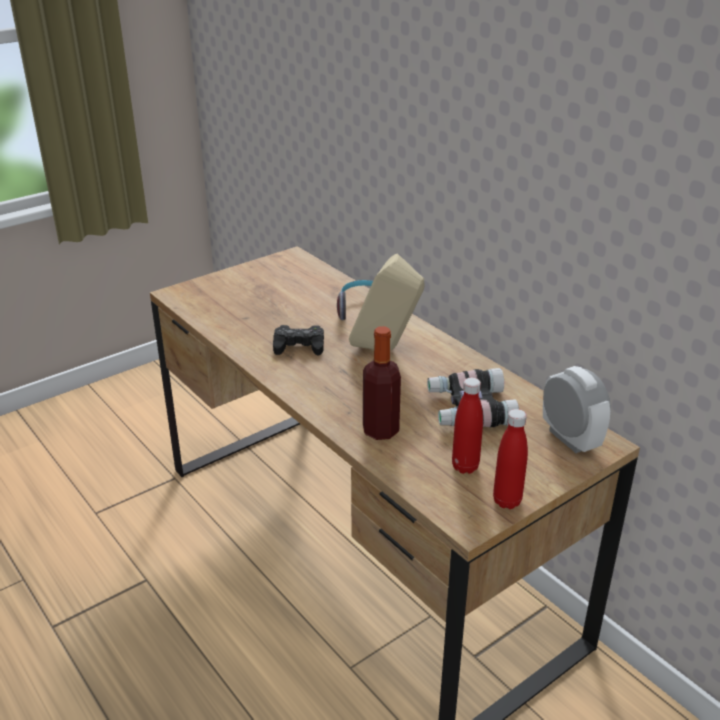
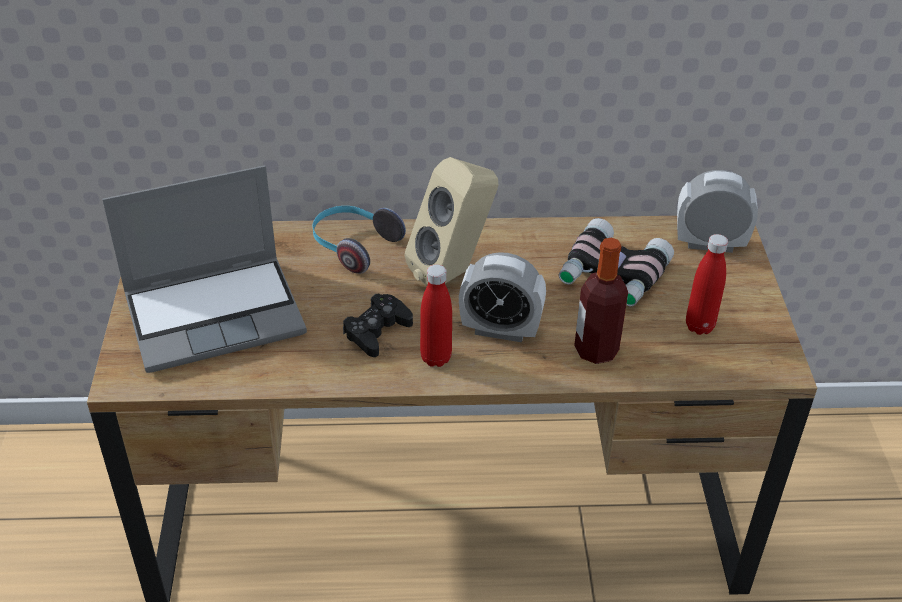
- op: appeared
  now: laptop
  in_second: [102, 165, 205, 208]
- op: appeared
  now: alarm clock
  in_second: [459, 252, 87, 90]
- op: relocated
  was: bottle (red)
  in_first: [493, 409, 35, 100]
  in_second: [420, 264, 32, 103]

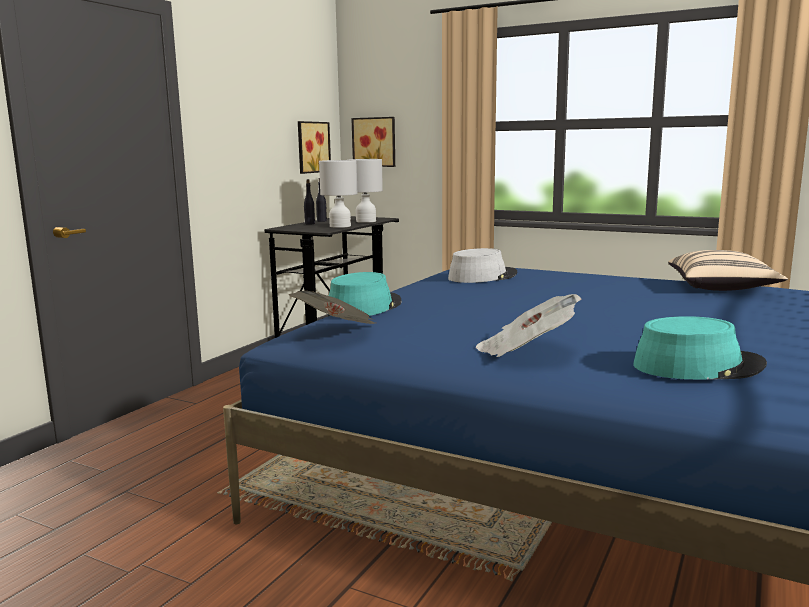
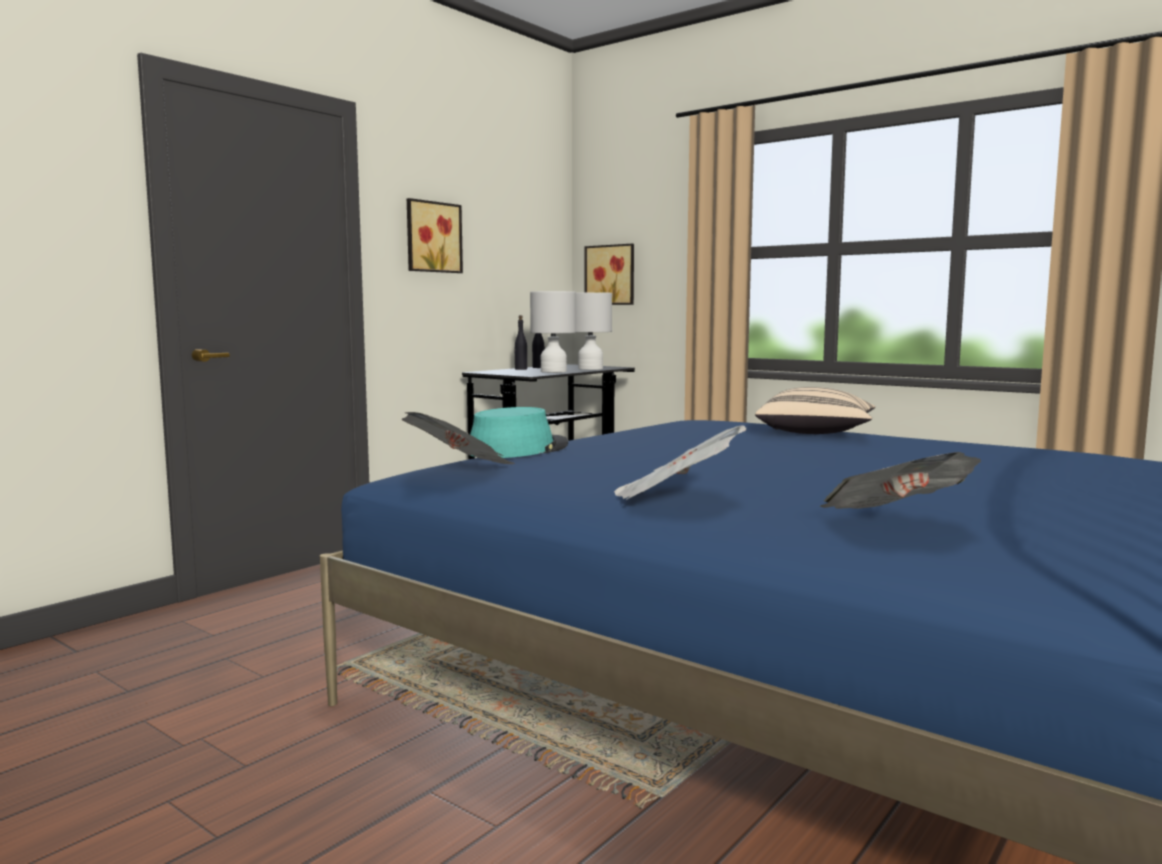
- op: missing
  was: hat (grey)
  in_first: [448, 248, 69, 35]
- op: relocated
  was: picture
  in_first: [298, 121, 33, 53]
  in_second: [407, 198, 56, 75]
- op: relocated
  was: pillow (beige)
  in_first: [669, 250, 119, 41]
  in_second: [755, 387, 120, 47]
- op: exchanged
  was: hat (turquoise)
  now: newspaper
  in_first: [633, 316, 134, 63]
  in_second: [820, 452, 161, 57]

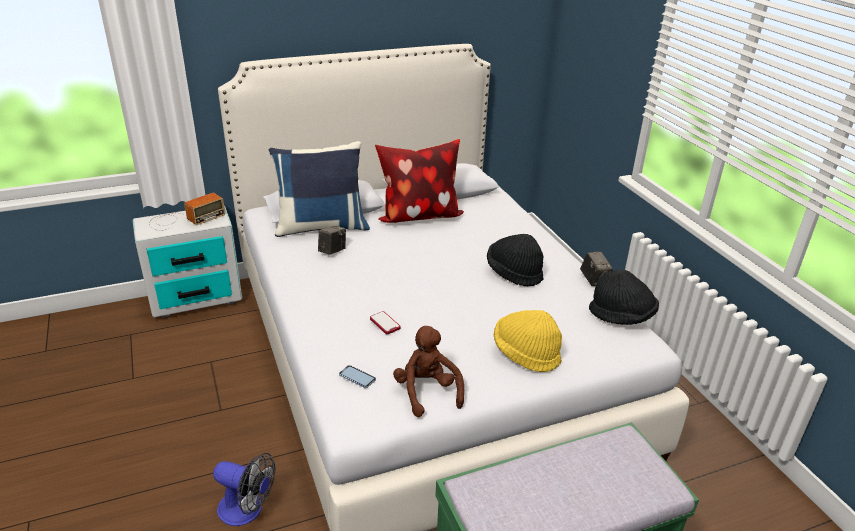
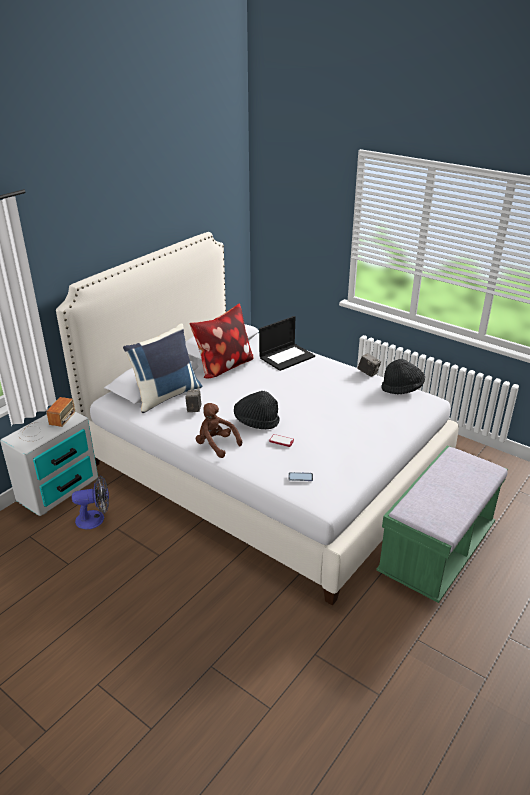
- op: missing
  was: hat (yellow)
  in_first: [494, 310, 68, 62]
- op: appeared
  now: laptop
  in_second: [259, 316, 56, 55]
- op: relocated
  was: fan
  in_first: [213, 453, 62, 73]
  in_second: [72, 476, 37, 53]
- op: relocated
  was: plush toy (brown)
  in_first: [393, 326, 71, 91]
  in_second: [196, 403, 46, 55]
- op: relocated
  was: hat (black)
  in_first: [487, 234, 57, 52]
  in_second: [234, 391, 46, 38]

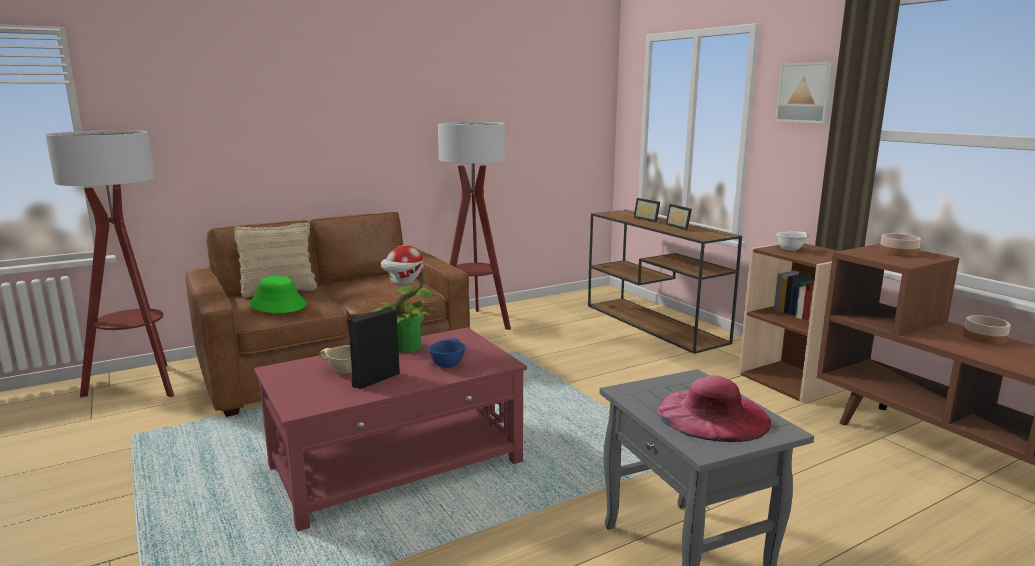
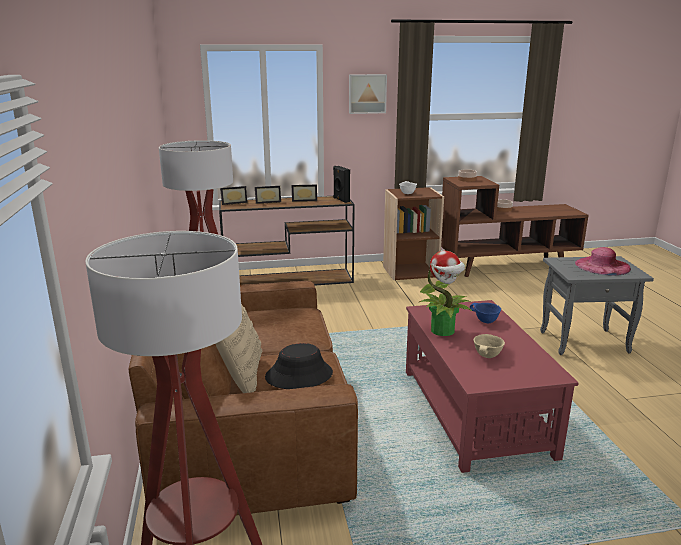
- op: appeared
  now: picture frame
  in_second: [220, 186, 28, 19]
- op: relocated
  was: speaker (black)
  in_first: [347, 307, 53, 82]
  in_second: [333, 166, 17, 37]
- op: colour
  was: hat (green)
  now: hat (black)
  in_first: [249, 276, 58, 37]
  in_second: [265, 343, 68, 46]

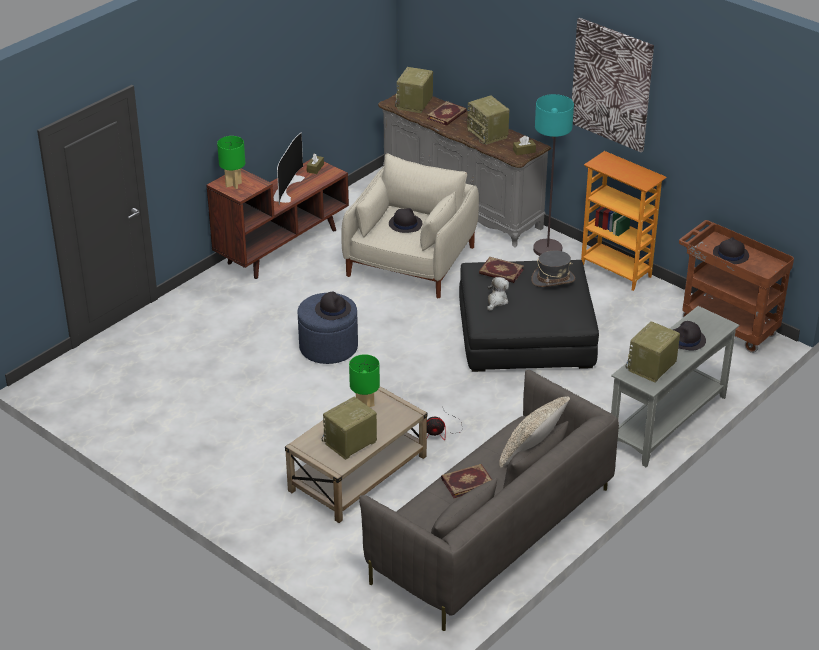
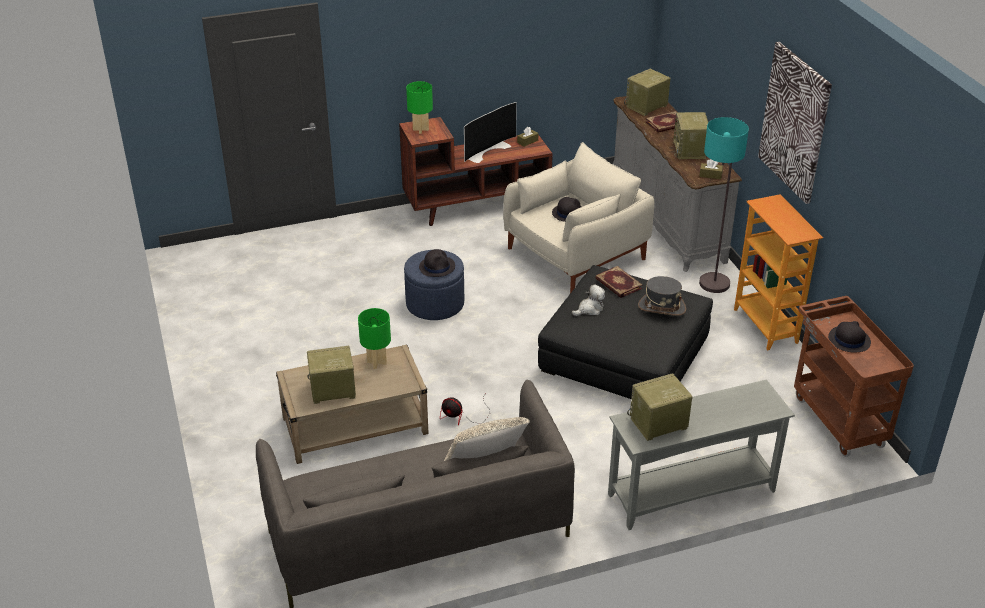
- op: missing
  was: book
  in_first: [441, 464, 51, 34]
- op: missing
  was: hat (black)
  in_first: [673, 321, 33, 30]

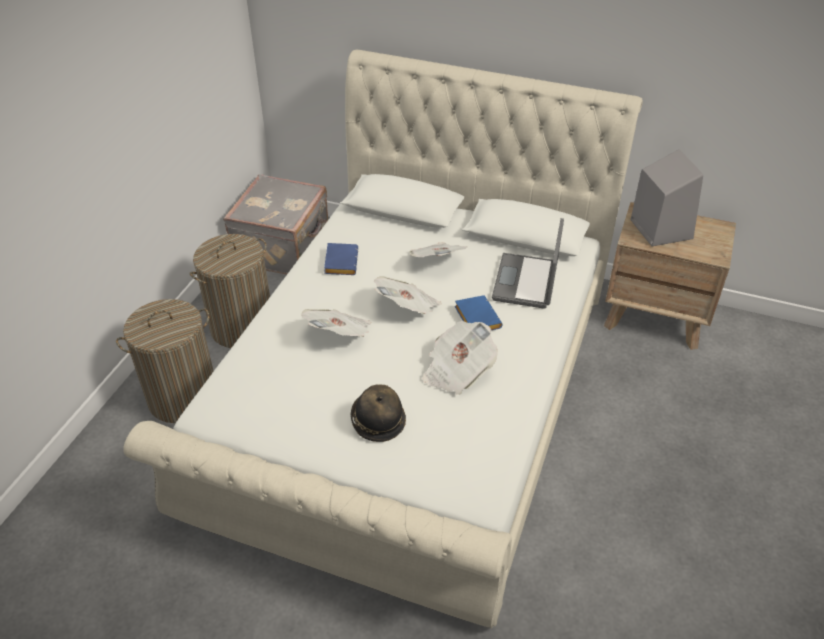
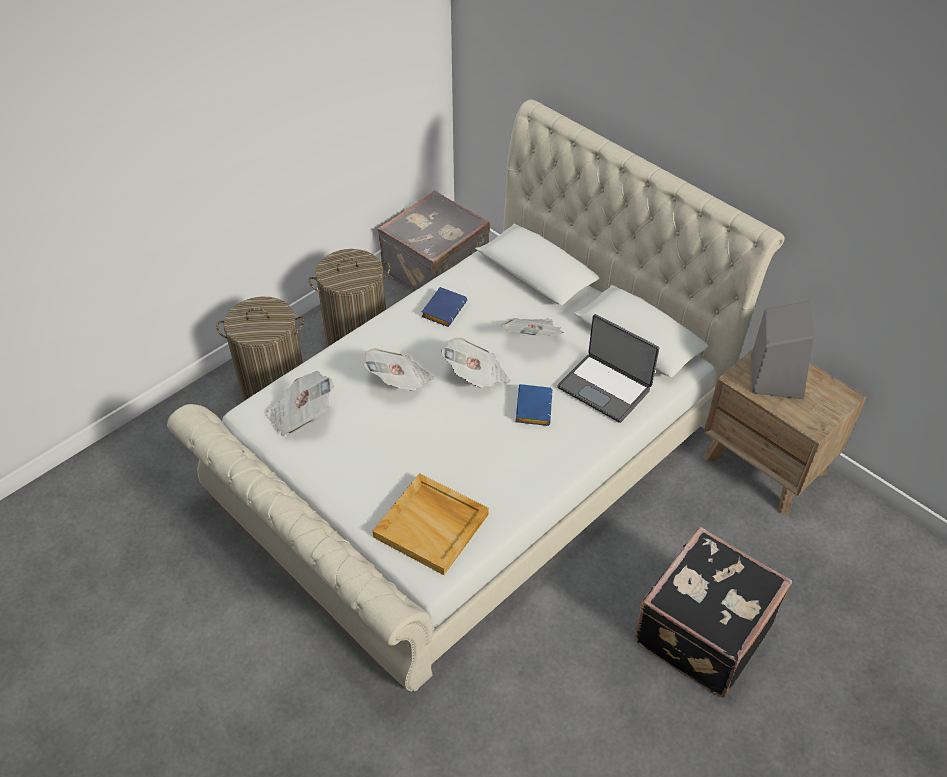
- op: missing
  was: hat
  in_first: [351, 384, 55, 58]
- op: appeared
  now: tray (beige)
  in_second: [373, 473, 116, 102]
- op: appeared
  now: suitcase (black)
  in_second: [634, 527, 158, 171]
- op: relocated
  was: newspaper
  in_first: [423, 321, 75, 74]
  in_second: [266, 371, 68, 65]
- op: spun
  was: laptop
  in_first: [492, 218, 72, 91]
  in_second: [557, 314, 102, 109]
  clockwise: -90

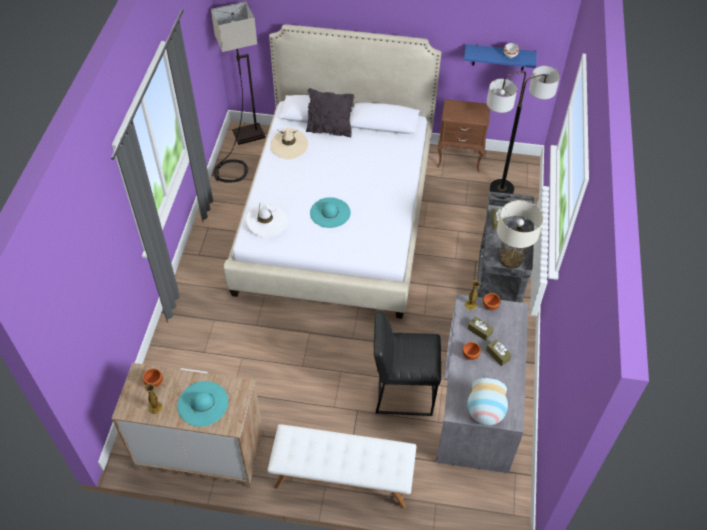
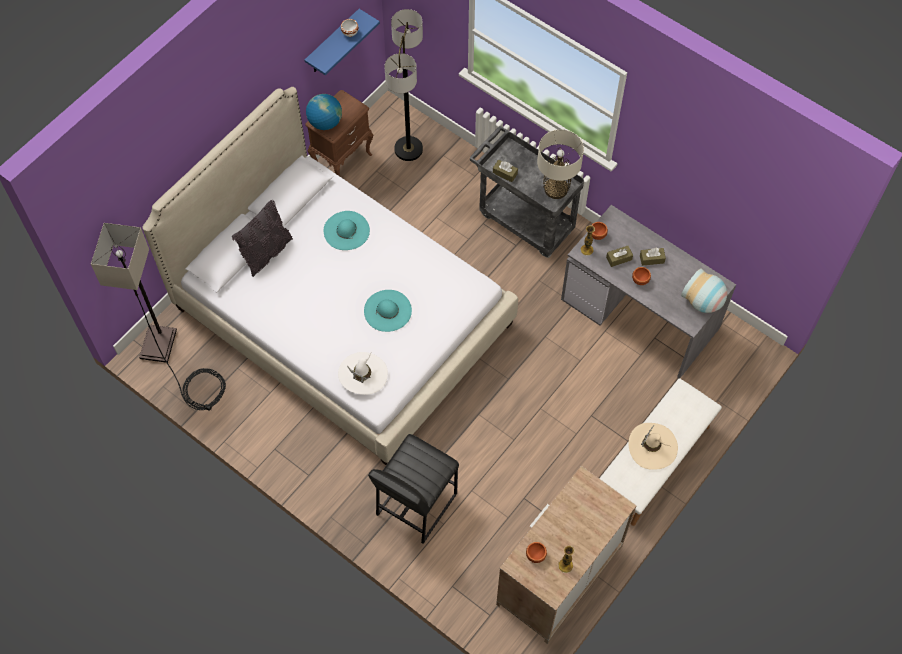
- op: appeared
  now: globe
  in_second: [306, 94, 36, 36]
- op: relocated
  was: hat (turquoise)
  in_first: [177, 381, 52, 46]
  in_second: [324, 211, 46, 39]
- op: relocated
  was: hat (beige)
  in_first: [270, 128, 38, 31]
  in_second: [628, 423, 50, 47]
- op: relocated
  was: chair (black)
  in_first: [374, 311, 67, 105]
  in_second: [368, 434, 91, 110]

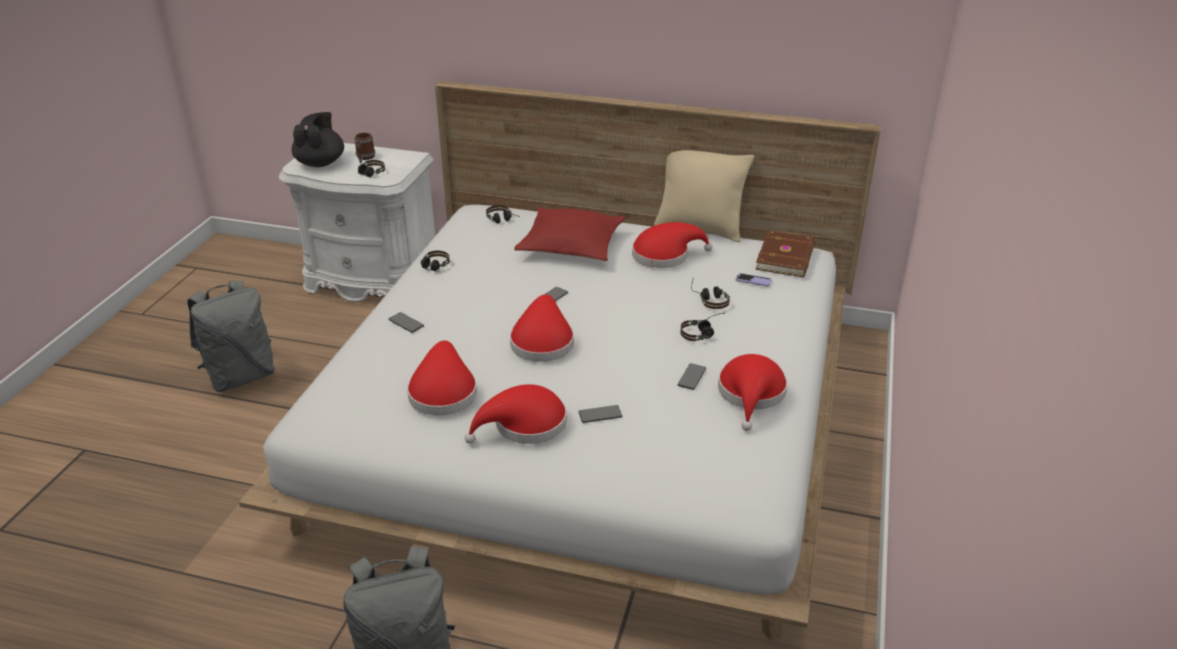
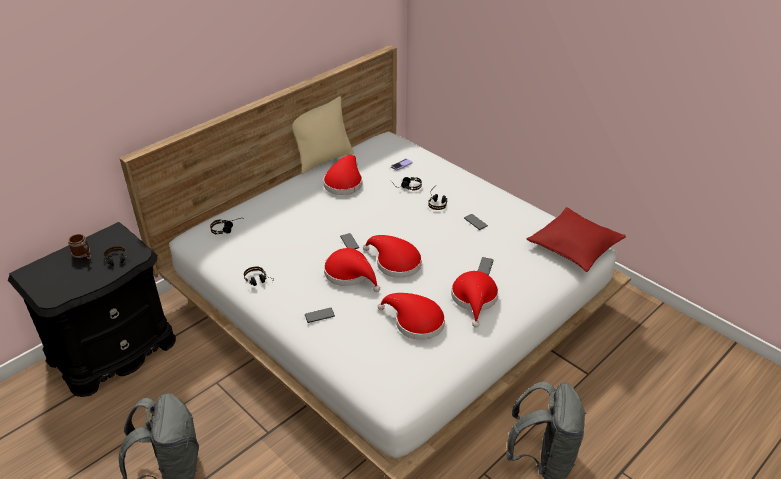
- op: missing
  was: teapot (black)
  in_first: [292, 112, 52, 55]
- op: missing
  was: book (brown)
  in_first: [755, 230, 60, 47]
- op: relocated
  was: pillow (red)
  in_first: [514, 207, 111, 54]
  in_second: [527, 207, 99, 65]
- op: relocated
  was: hat (red)
  in_first: [718, 354, 70, 77]
  in_second: [324, 248, 56, 44]
- op: colour
  was: nightstand (white)
  now: nightstand (black)
  in_first: [279, 143, 156, 159]
  in_second: [8, 222, 168, 175]

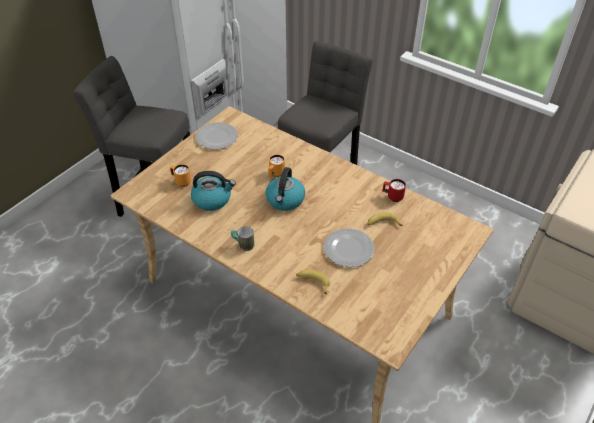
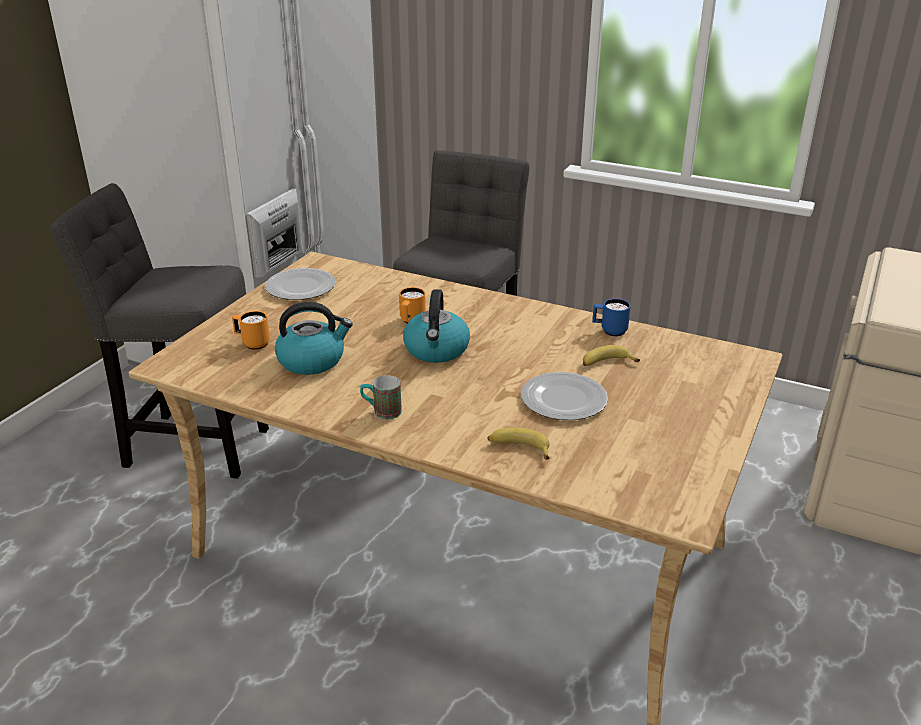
- op: colour
  was: mug (red)
  now: mug (blue)
  in_first: [383, 179, 23, 23]
  in_second: [592, 299, 39, 37]

